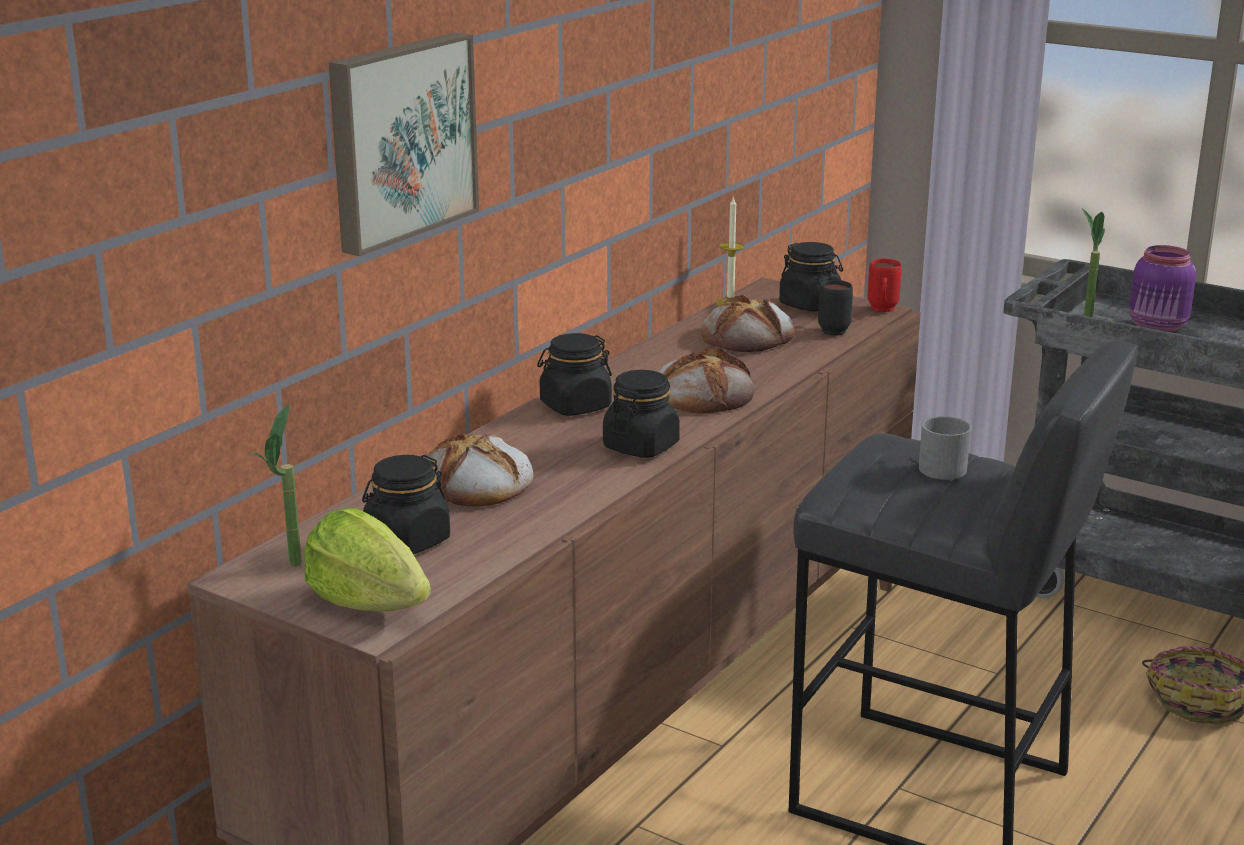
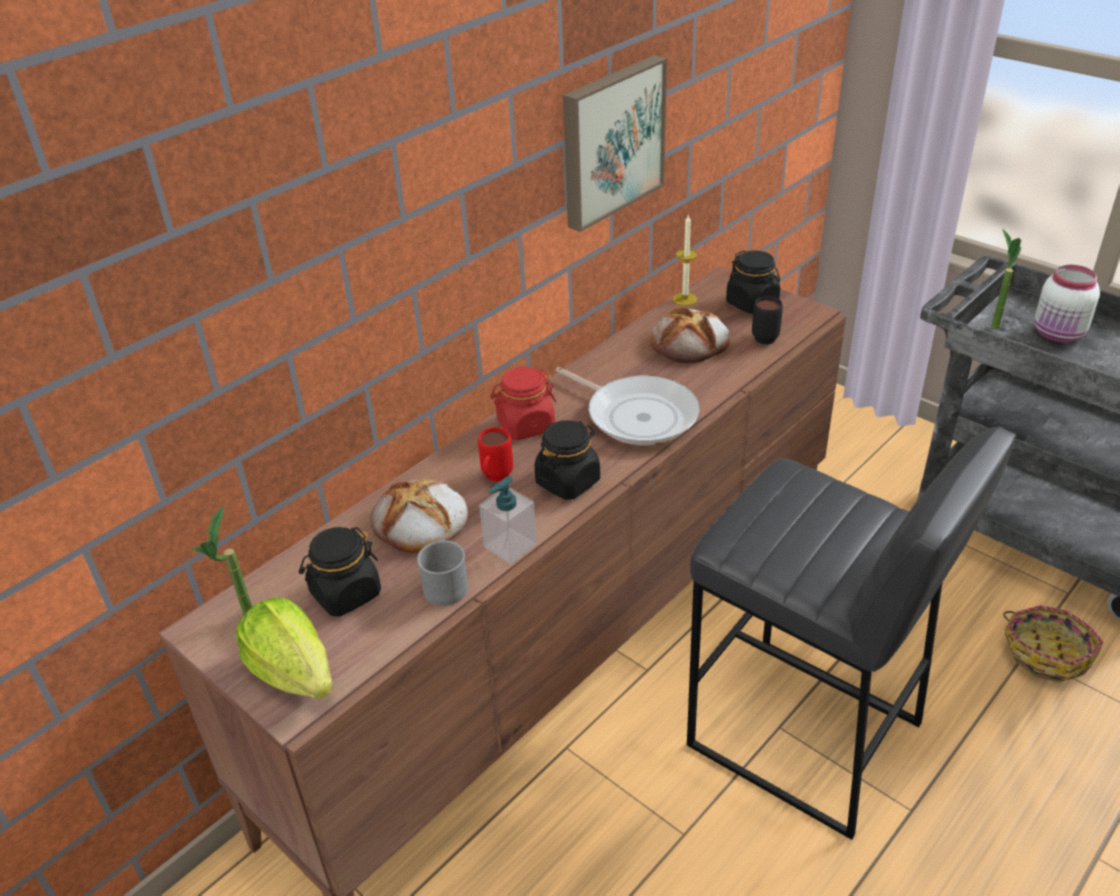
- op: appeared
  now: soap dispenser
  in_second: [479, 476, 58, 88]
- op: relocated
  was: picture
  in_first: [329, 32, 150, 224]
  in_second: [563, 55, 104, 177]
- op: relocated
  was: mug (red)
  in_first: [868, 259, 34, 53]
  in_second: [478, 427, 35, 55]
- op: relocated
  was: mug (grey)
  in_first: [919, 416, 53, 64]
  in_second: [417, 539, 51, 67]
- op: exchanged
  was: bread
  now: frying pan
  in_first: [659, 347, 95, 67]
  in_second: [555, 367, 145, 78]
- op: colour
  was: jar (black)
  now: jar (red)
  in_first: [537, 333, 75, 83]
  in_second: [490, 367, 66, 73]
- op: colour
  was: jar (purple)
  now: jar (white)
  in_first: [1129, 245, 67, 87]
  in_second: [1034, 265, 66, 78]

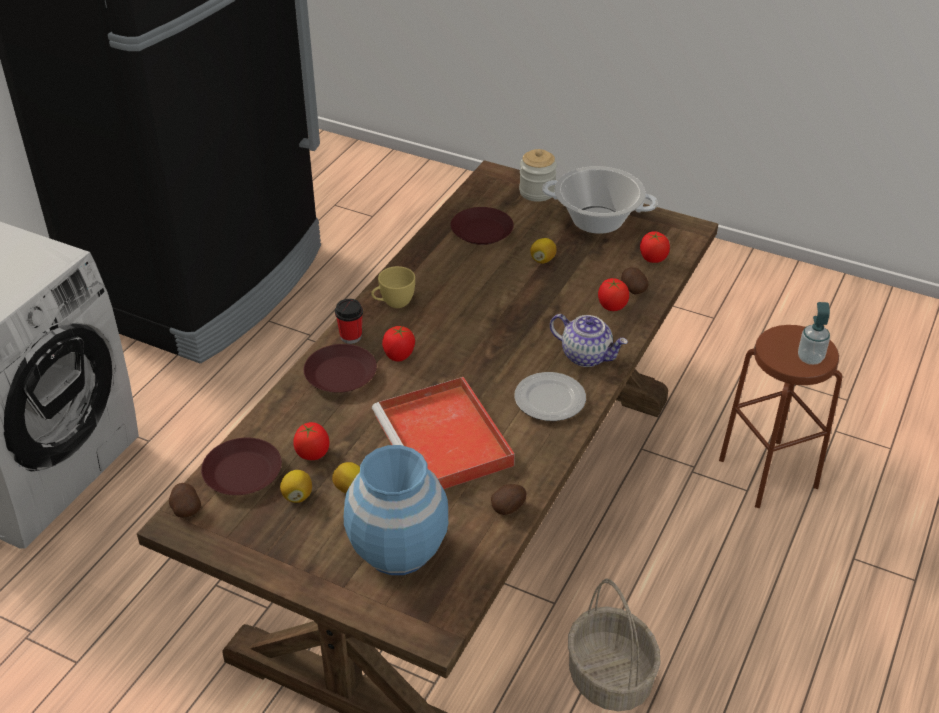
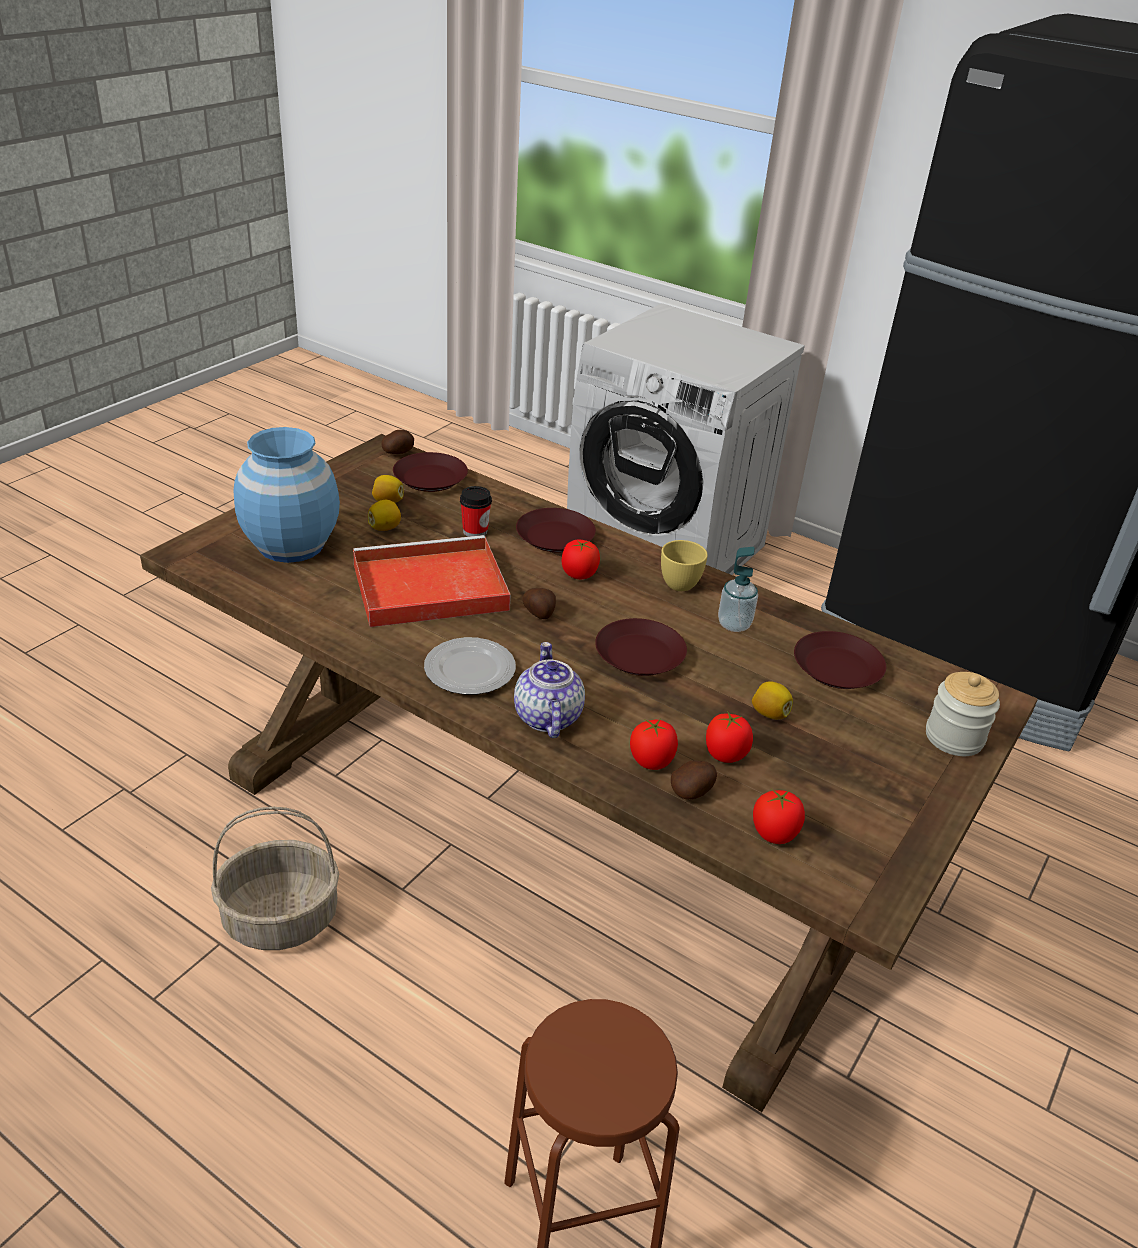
- op: missing
  was: cooking pot
  in_first: [542, 166, 116, 68]
- op: appeared
  now: plate (brown)
  in_second: [595, 618, 92, 58]
- op: relocated
  was: tomato
  in_first: [293, 422, 36, 38]
  in_second: [706, 711, 47, 52]
- op: relocated
  was: cup
  in_first: [335, 299, 28, 45]
  in_second: [460, 486, 32, 51]
- op: relocated
  was: potato
  in_first: [491, 484, 36, 31]
  in_second: [522, 588, 34, 31]
- op: relocated
  was: soap dispenser
  in_first: [798, 302, 32, 63]
  in_second: [718, 547, 40, 85]
- op: spun
  was: teapot
  in_first: [550, 314, 78, 53]
  in_second: [514, 642, 71, 96]
  clockwise: 135

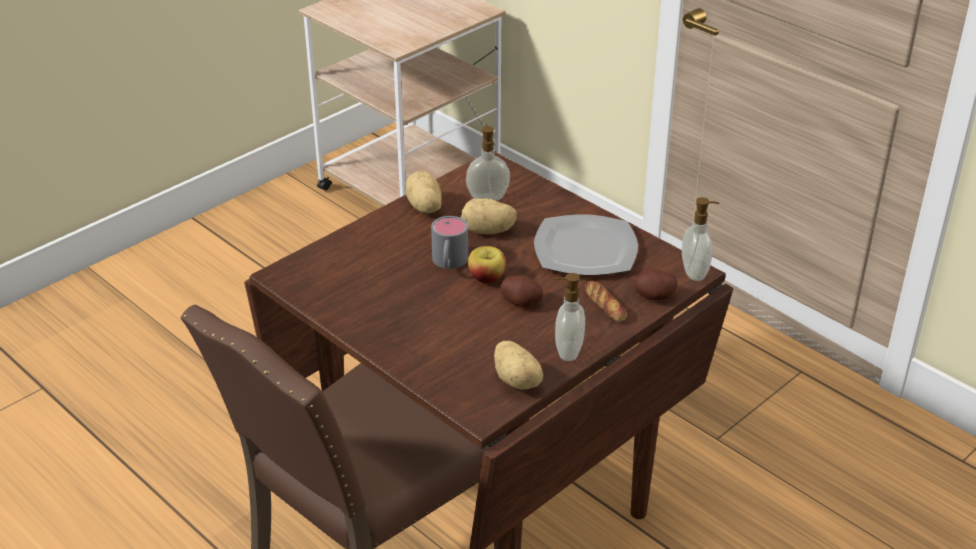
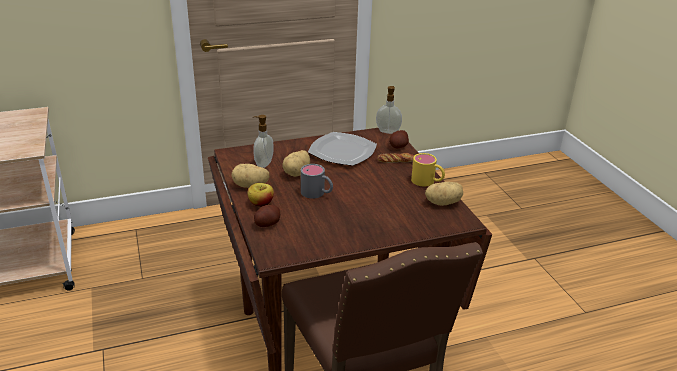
- op: relocated
  was: apple
  in_first: [468, 246, 38, 37]
  in_second: [247, 183, 27, 24]
- op: relocated
  was: potato
  in_first: [500, 275, 43, 32]
  in_second: [254, 205, 26, 22]
- op: exchanged
  was: soap dispenser
  now: mug (yellow)
  in_first: [554, 273, 31, 88]
  in_second: [411, 153, 34, 33]

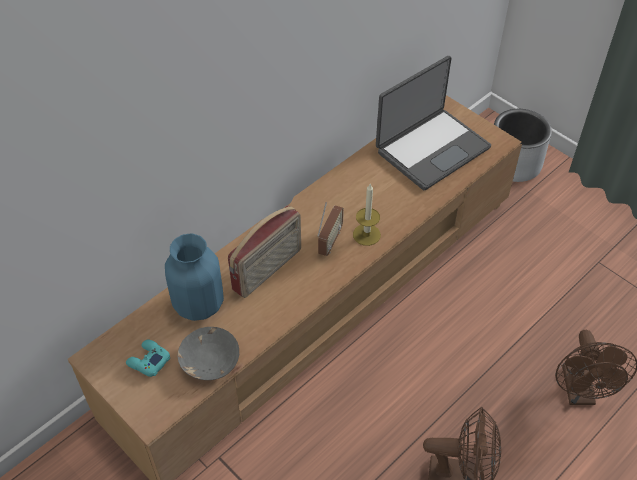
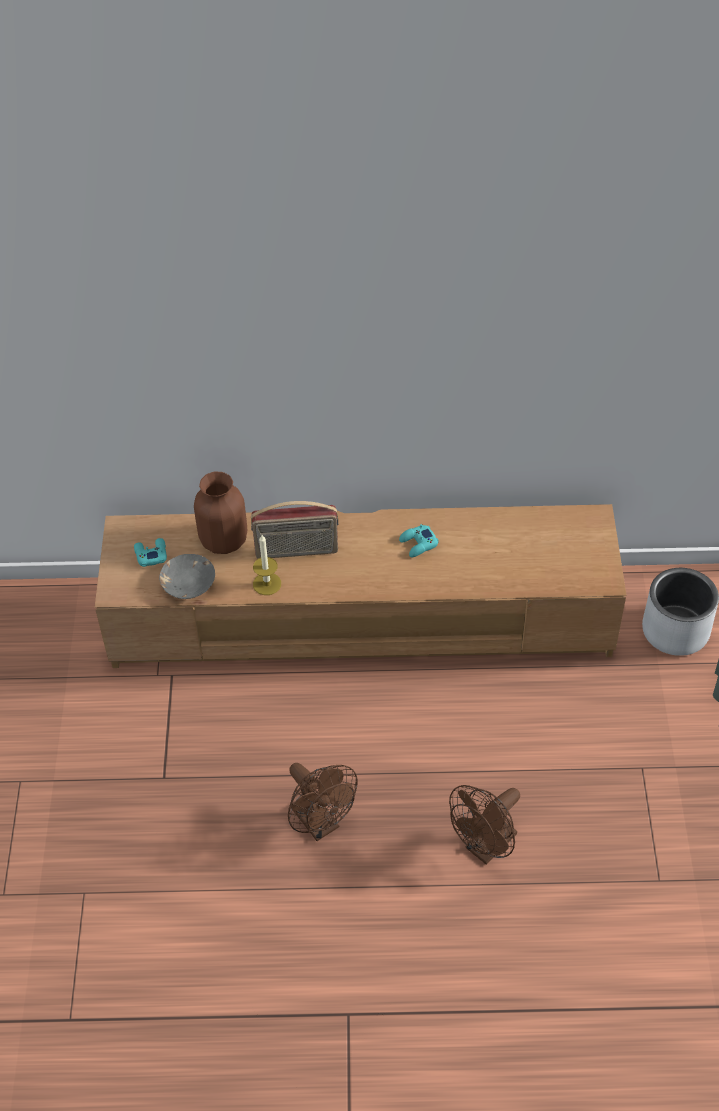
- op: missing
  was: radio
  in_first: [317, 202, 27, 54]
- op: missing
  was: laptop
  in_first: [376, 56, 115, 134]
- op: appeared
  now: game controller (turquoise)
  in_second: [399, 524, 40, 33]
- op: relocated
  was: candle
  in_first: [353, 184, 28, 62]
  in_second: [253, 535, 28, 60]
- op: colour
  was: vase (blue)
  now: vase (brown)
  in_first: [165, 233, 59, 88]
  in_second: [194, 472, 53, 82]

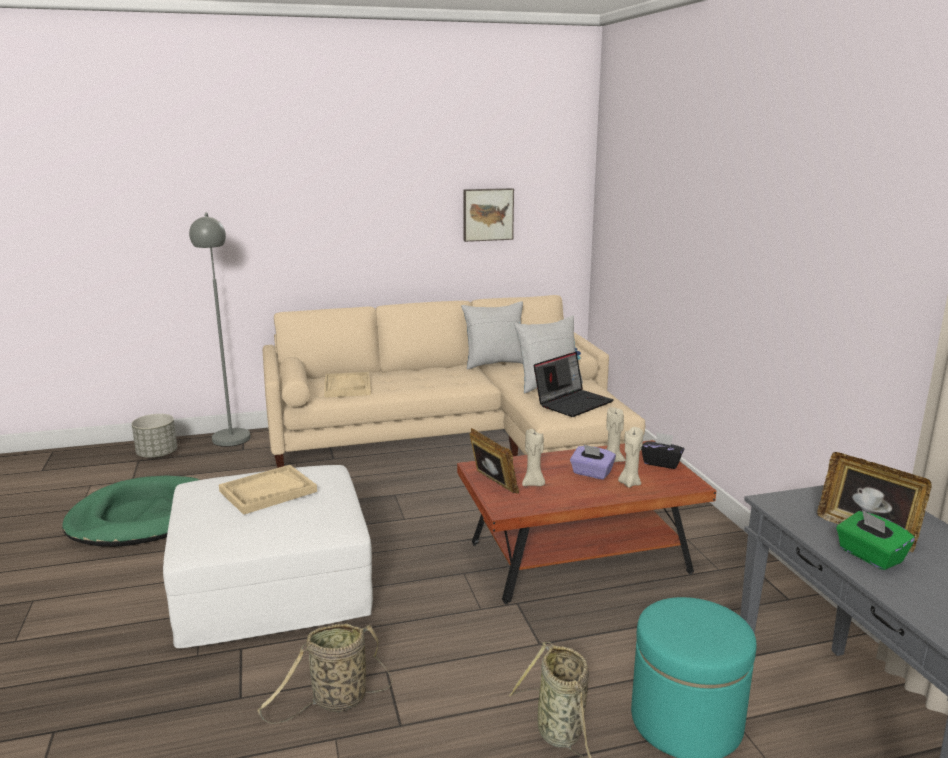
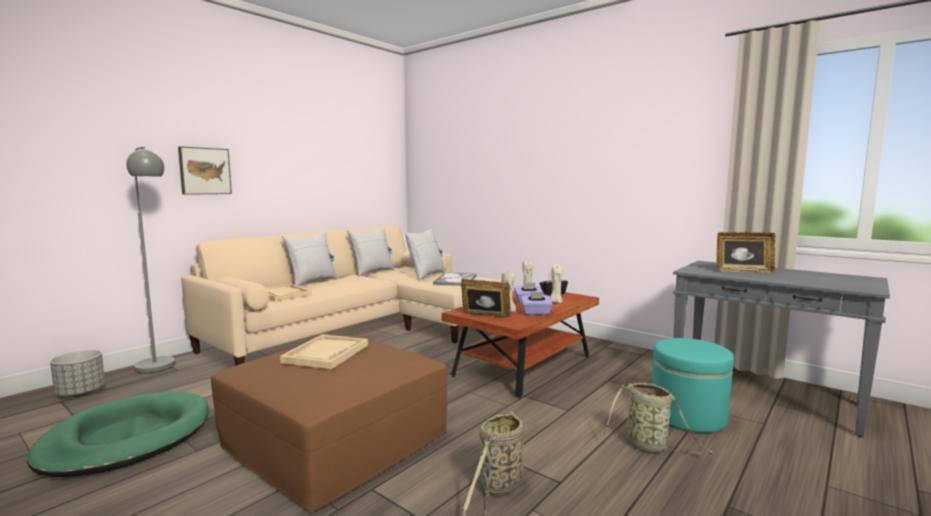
- op: missing
  was: tissue box (green)
  in_first: [836, 510, 79, 60]
- op: appeared
  now: pillow (grey)
  in_second: [282, 232, 55, 54]
- op: appeared
  now: tissue box (purple)
  in_second: [521, 292, 32, 23]
- op: relocated
  was: picture
  in_first: [463, 188, 51, 54]
  in_second: [178, 146, 54, 49]
- op: exchanged
  was: laptop
  now: tray
  in_first: [533, 352, 80, 65]
  in_second: [433, 272, 44, 14]
- op: colour
  was: ottoman (white)
  now: ottoman (brown)
  in_first: [163, 465, 210, 183]
  in_second: [211, 335, 236, 176]

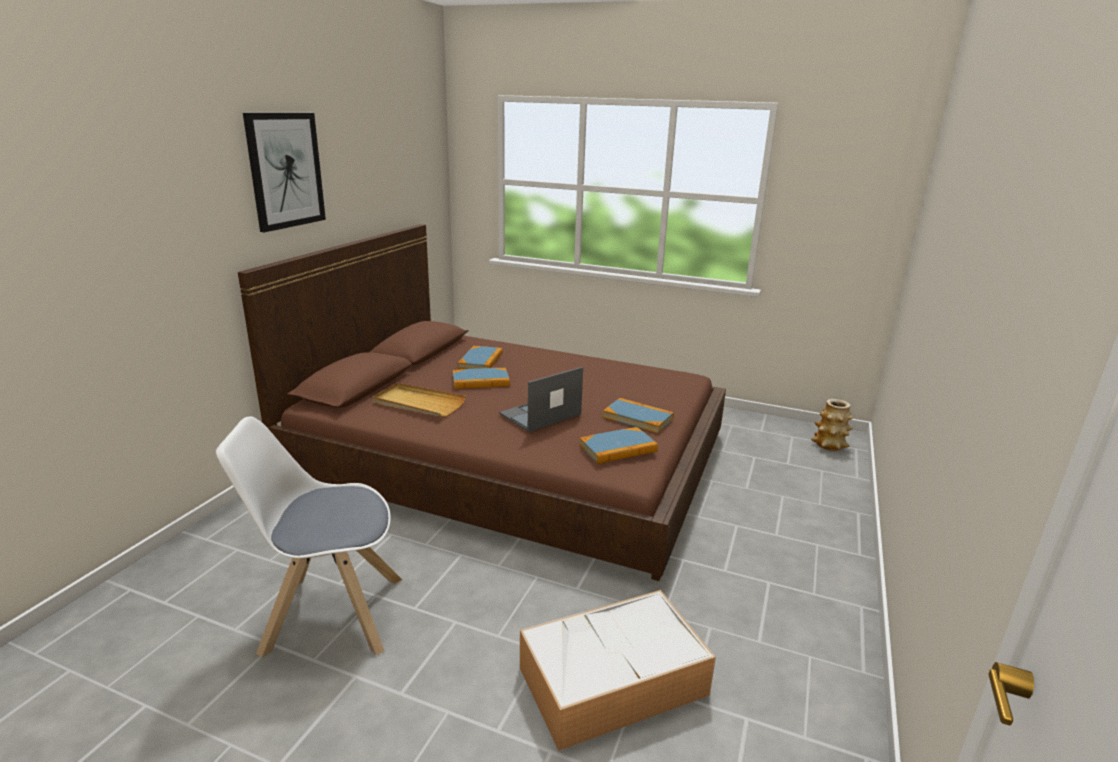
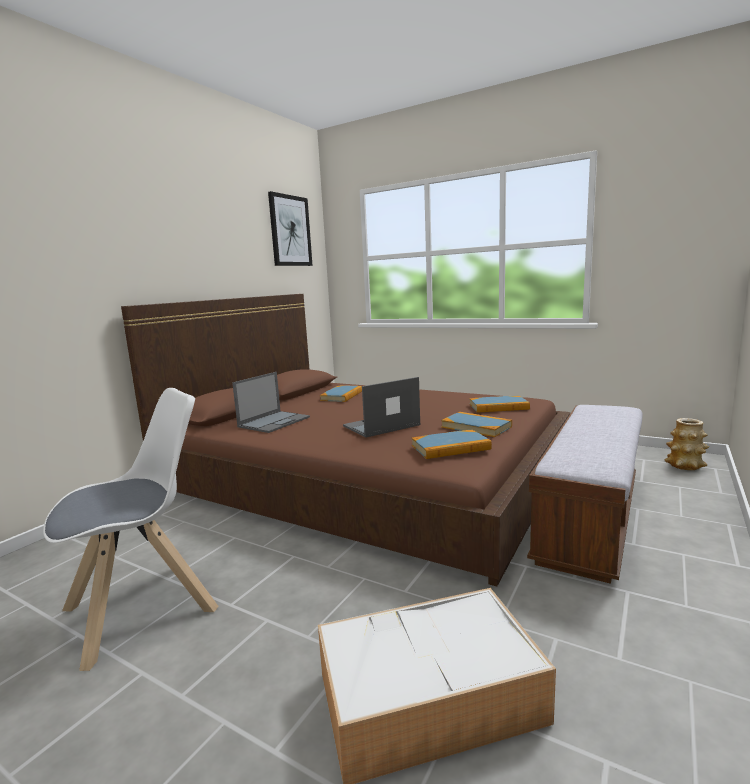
- op: appeared
  now: bench
  in_second: [527, 405, 116, 179]
- op: relocated
  was: picture
  in_first: [243, 113, 83, 119]
  in_second: [268, 191, 45, 75]
- op: relocated
  was: book
  in_first: [453, 368, 57, 21]
  in_second: [470, 396, 60, 17]
- op: exchanged
  was: tray (beige)
  now: laptop
  in_first: [372, 383, 94, 34]
  in_second: [232, 372, 78, 61]
- op: spun
  was: chair
  in_first: [216, 416, 186, 242]
  in_second: [43, 388, 176, 283]
  clockwise: 135

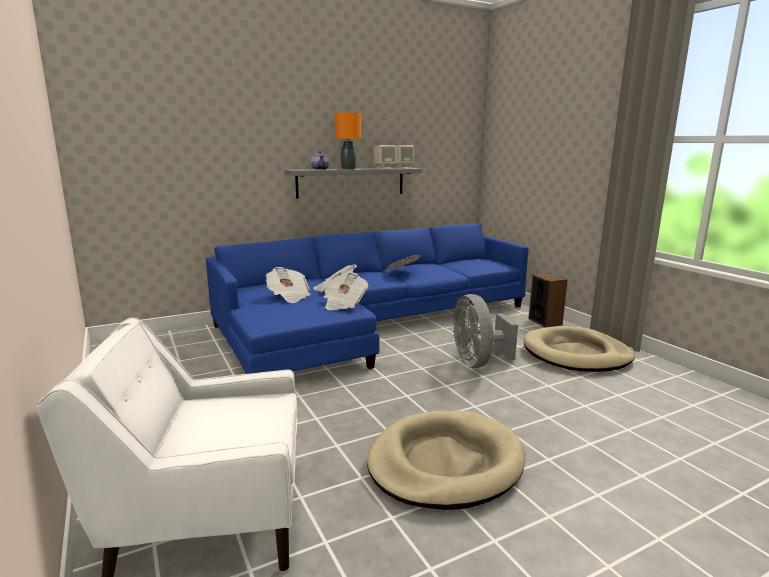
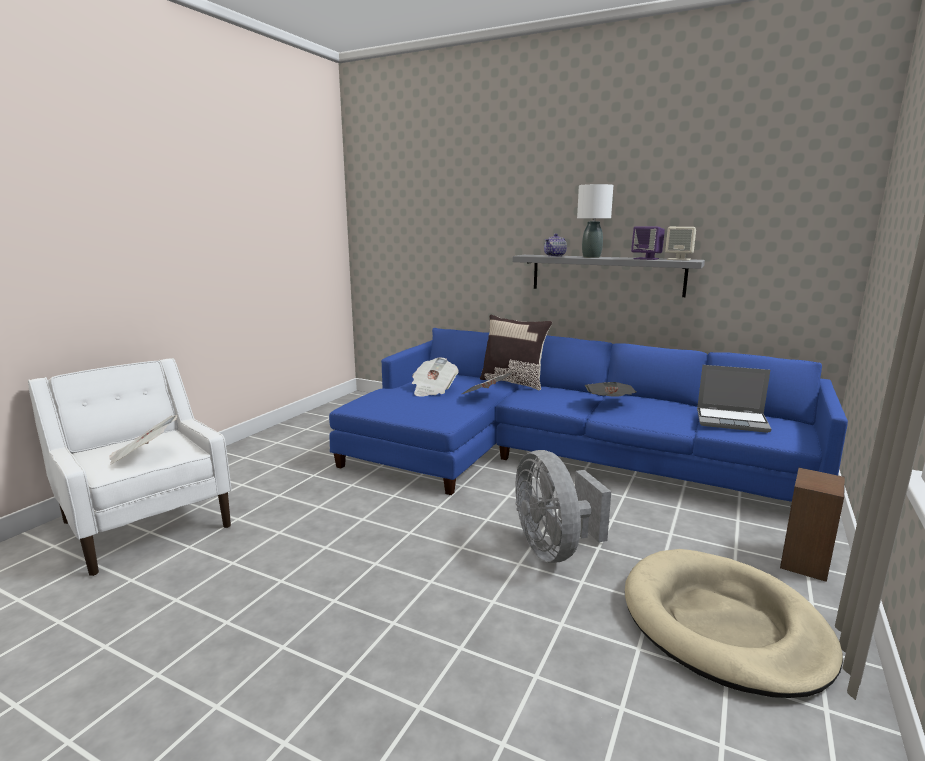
- op: missing
  was: dog bed (beige)
  in_first: [367, 411, 159, 99]
- op: appeared
  now: pillow
  in_second: [480, 315, 72, 75]
- op: appeared
  now: laptop
  in_second: [697, 365, 74, 68]
- op: relocated
  was: newspaper
  in_first: [324, 272, 44, 38]
  in_second: [109, 415, 68, 50]
- op: colour
  was: table lamp (orange)
  now: table lamp (white)
  in_first: [335, 112, 26, 57]
  in_second: [577, 184, 36, 74]
- op: colour
  was: speaker (beige)
  now: speaker (purple)
  in_first: [374, 145, 22, 24]
  in_second: [631, 226, 34, 34]
- op: spun
  was: fan (grey)
  in_first: [453, 294, 65, 74]
  in_second: [515, 450, 96, 113]
  clockwise: -60

